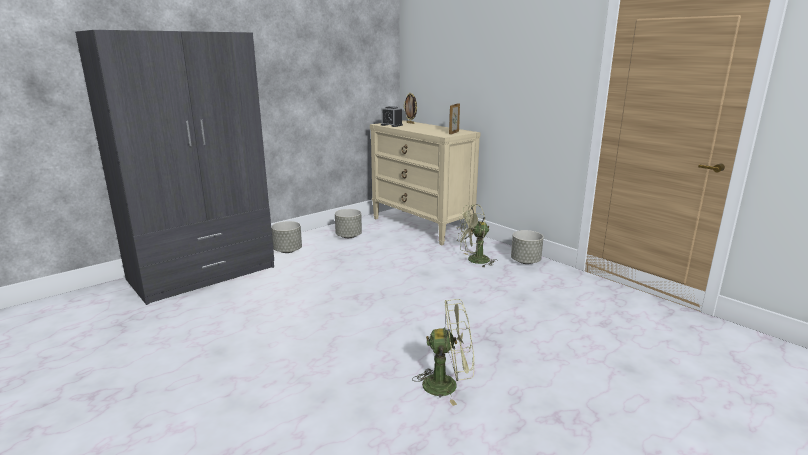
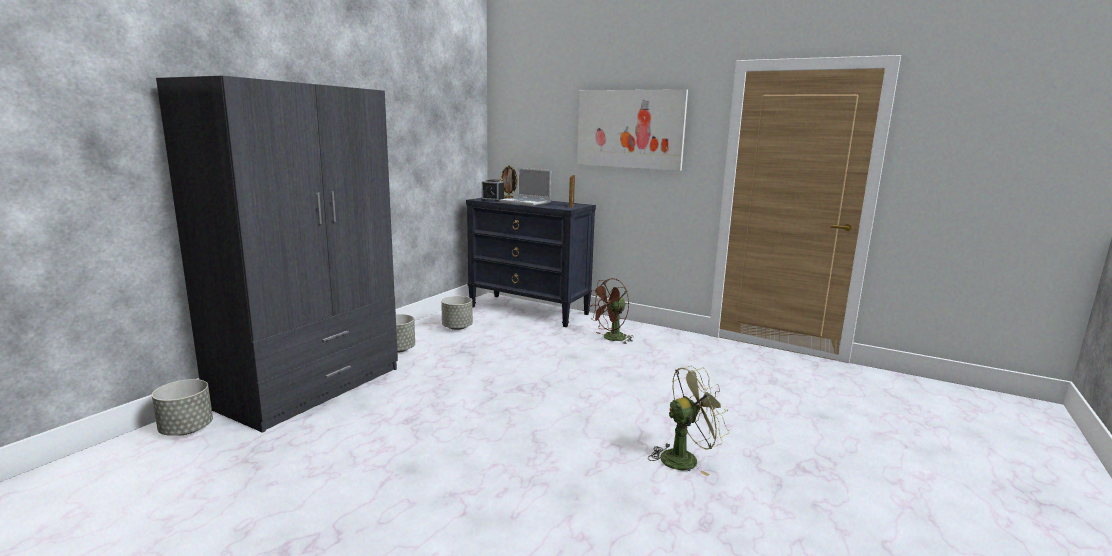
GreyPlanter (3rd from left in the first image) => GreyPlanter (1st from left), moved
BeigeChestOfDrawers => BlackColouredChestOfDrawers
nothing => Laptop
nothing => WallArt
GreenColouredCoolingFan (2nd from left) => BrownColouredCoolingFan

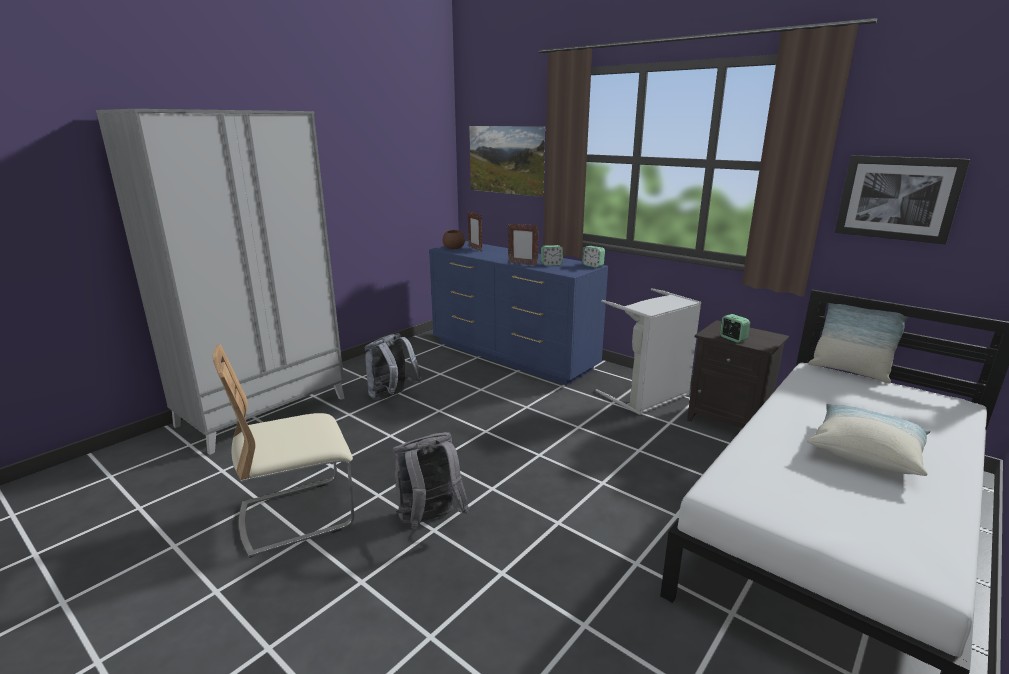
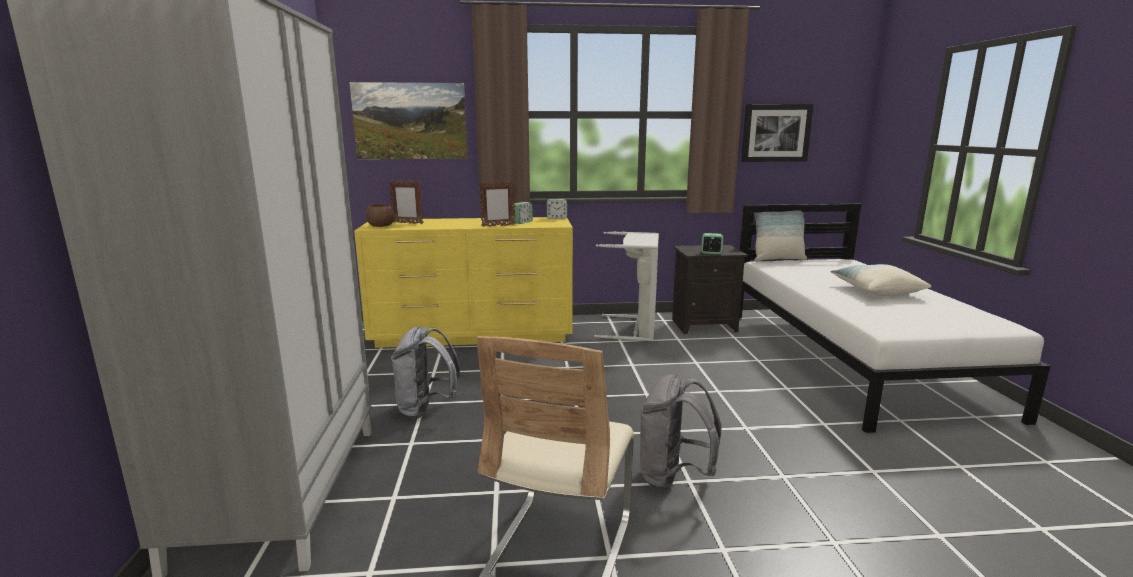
BlueChestOfDrawers => YellowColouredChestOfDrawers

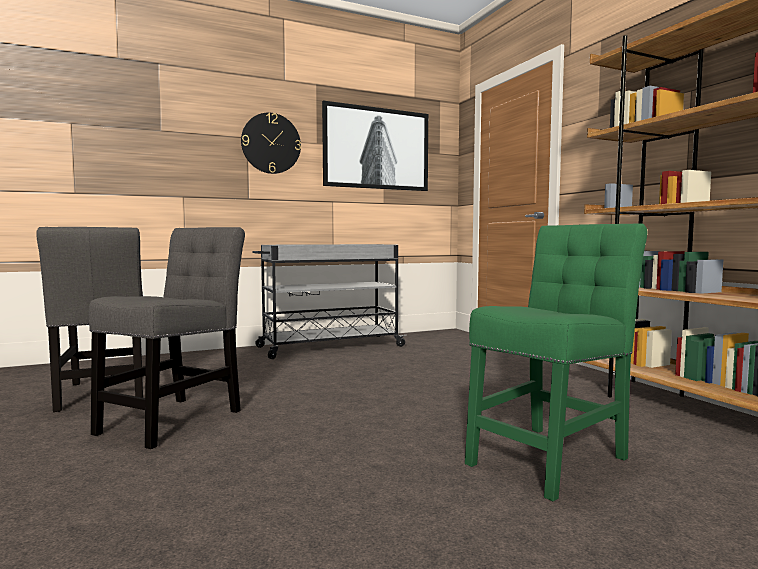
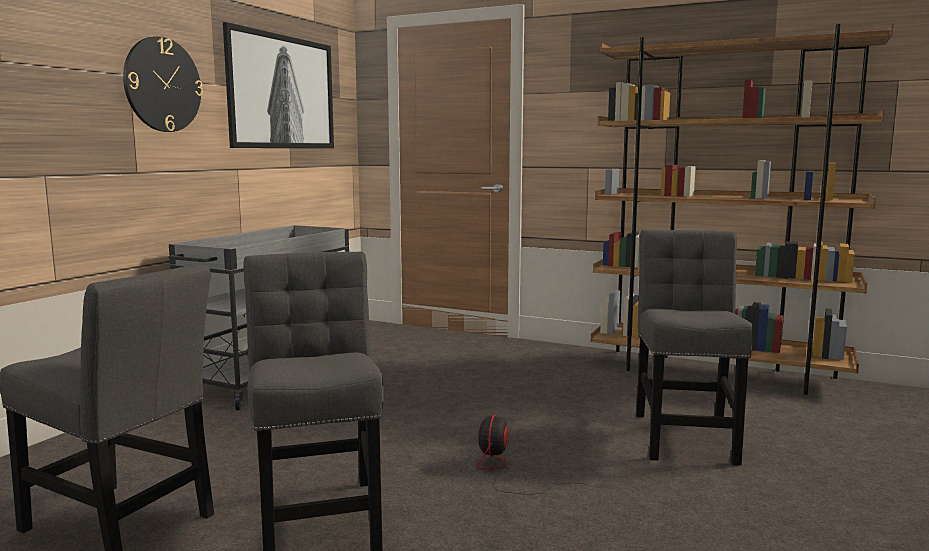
nothing => CoolingFan
GreenColouredUprightChair => GreyUprightChair (3rd from left)

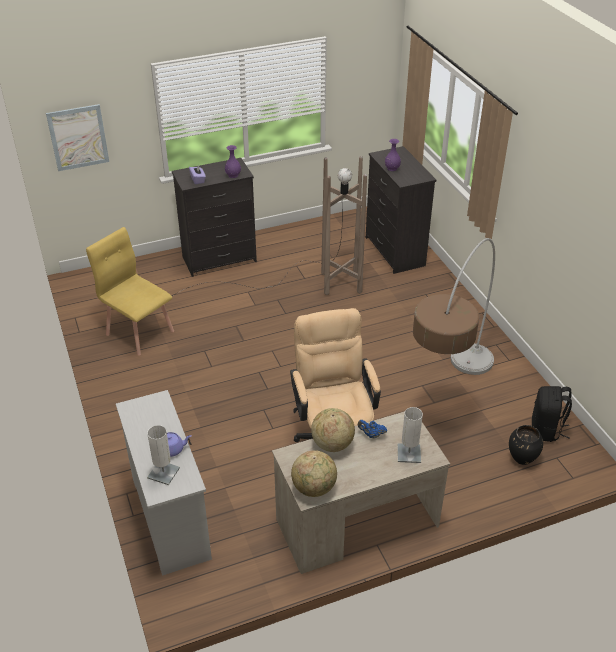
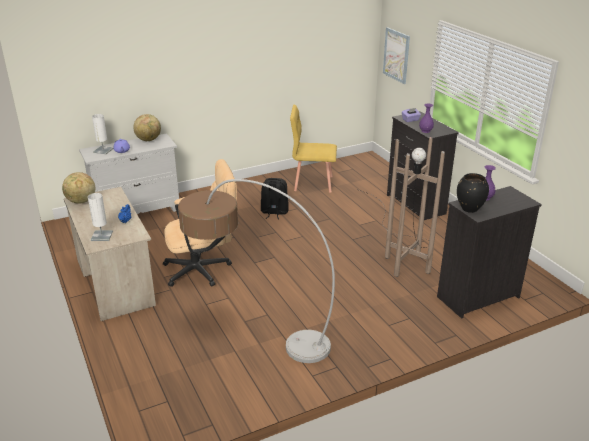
WorldGlobe (2nd from left), moved
BlackColouredKnapsack, moved
YellowColouredUprightChair, 120 degrees counterclockwise
BlackColouredDecorativeVase, moved

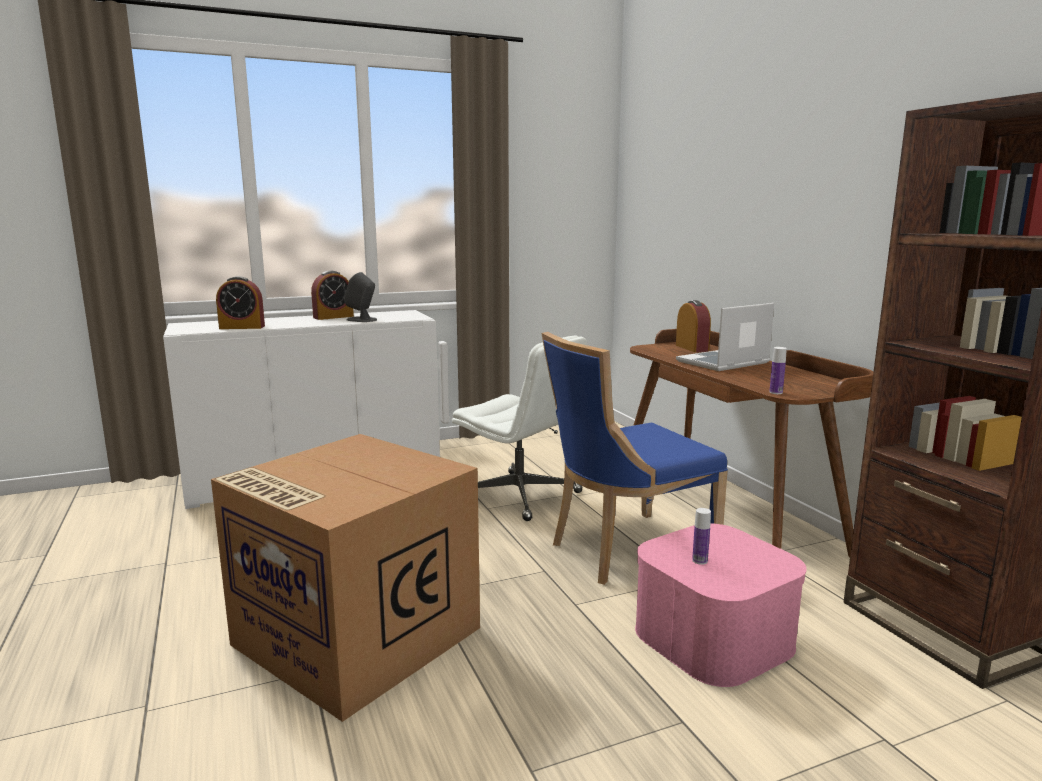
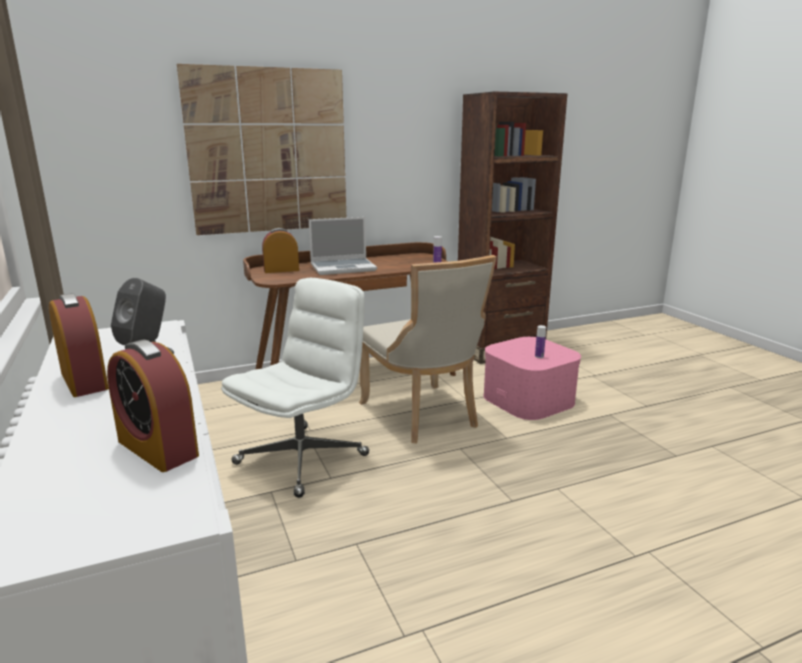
BedsideClock (1st from left in the first image) => BedsideClock (2nd from left), 135 degrees clockwise
nothing => WallArt
Laptop, 75 degrees counterclockwise
BlueUprightChair => BeigeUprightChair
CardboardBox => nothing

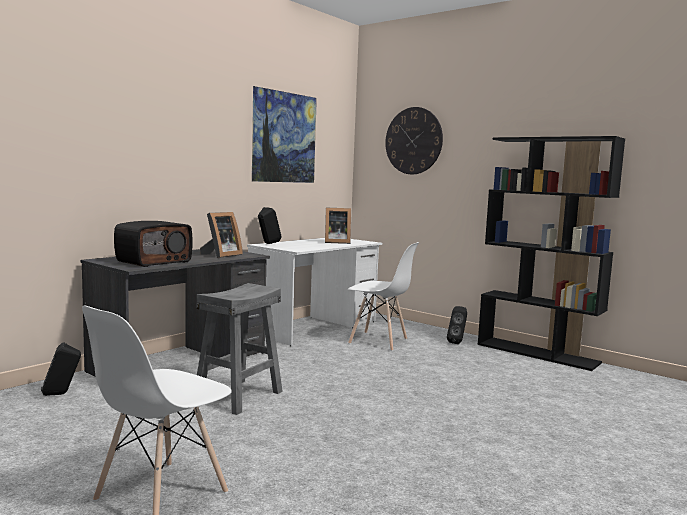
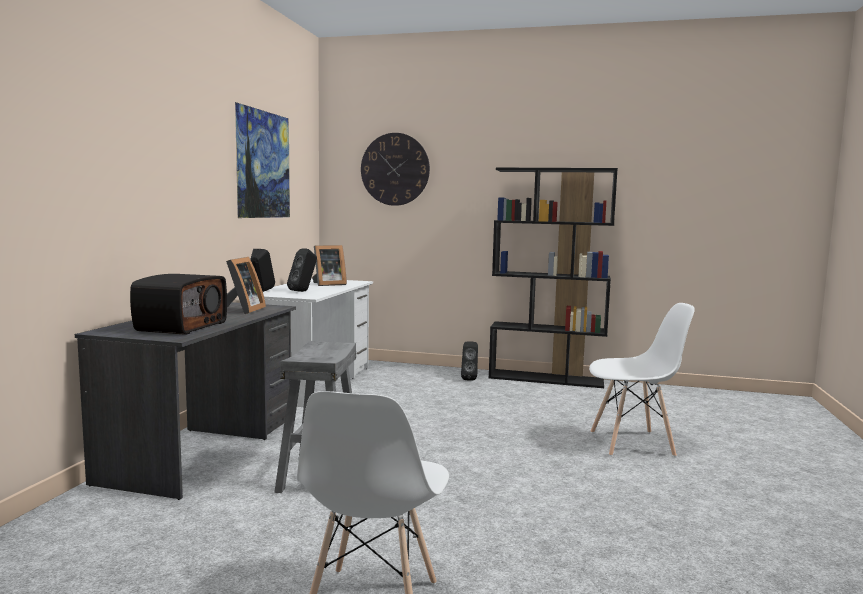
BlackColouredLoudspeaker (1st from left in the first image) => BlackColouredLoudspeaker (2nd from left), moved
WhiteUprightChair (2nd from left), moved

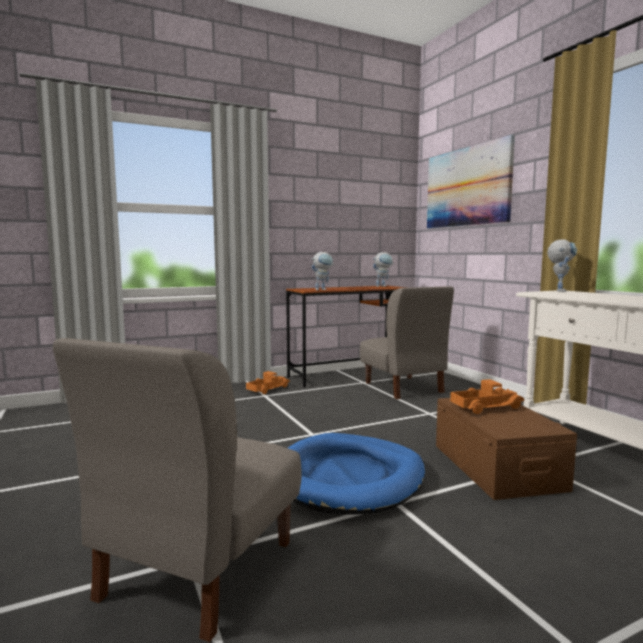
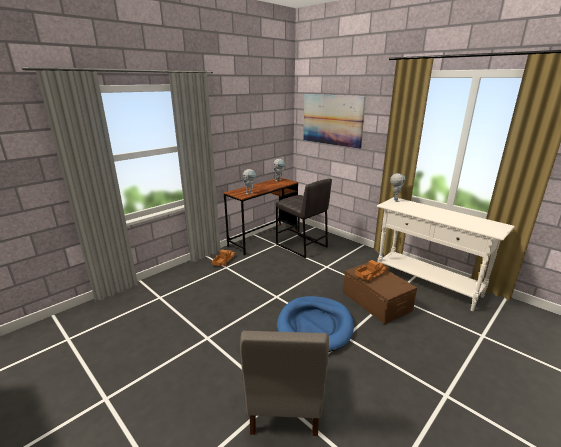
GreyUprightChair (2nd from left) => GreySittingStool

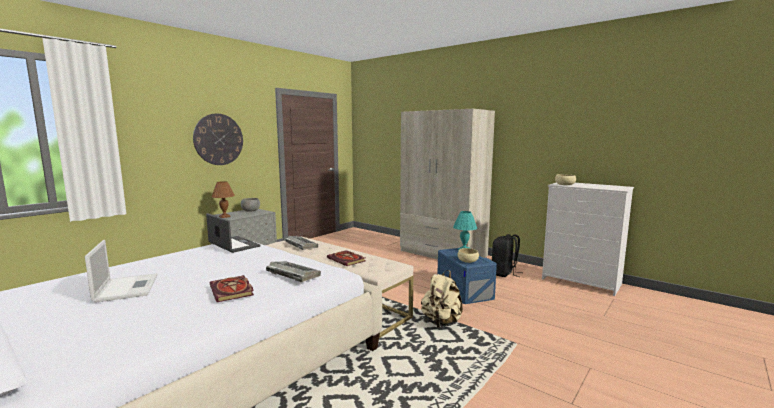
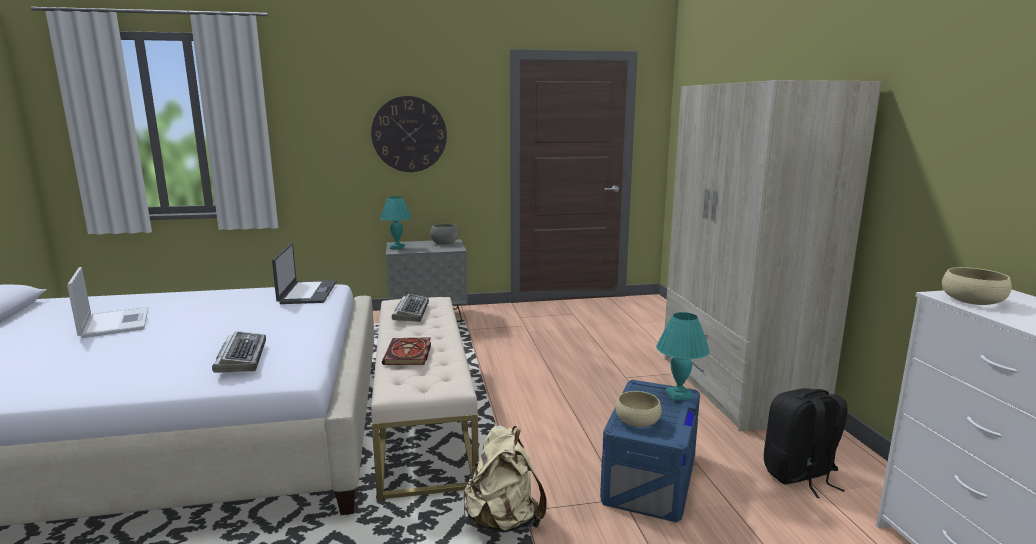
Laptop (1st from left), 45 degrees counterclockwise
BrownColouredLampForATable => TurquoiseColouredLampForATable (1st from left)
Volume (1st from left) => nothing

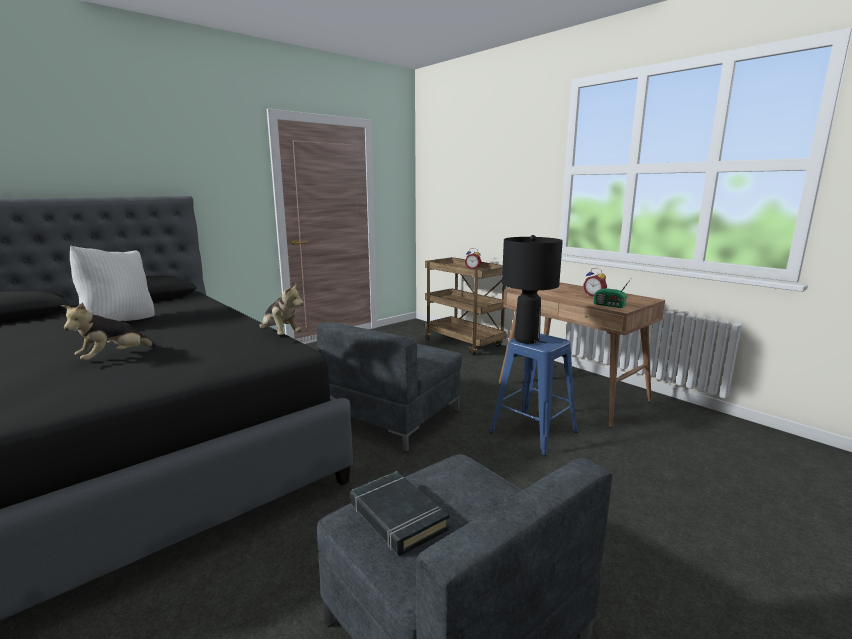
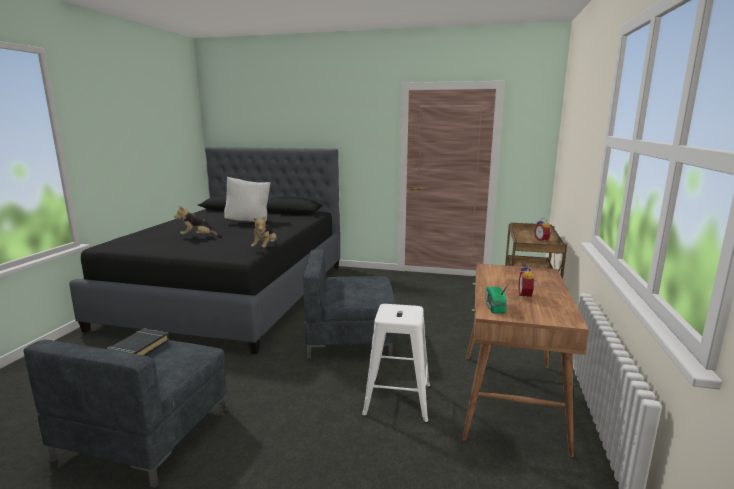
BlueSittingStool => WhiteSittingStool
BlackColouredLampForATable => nothing

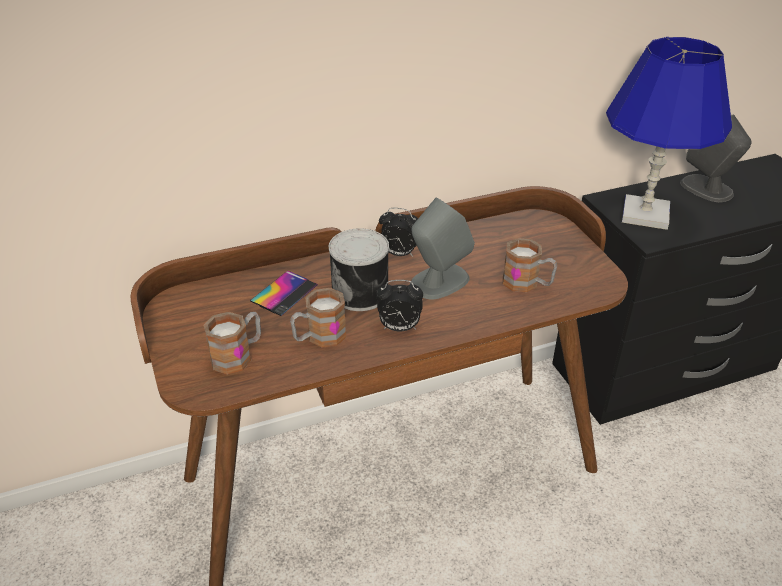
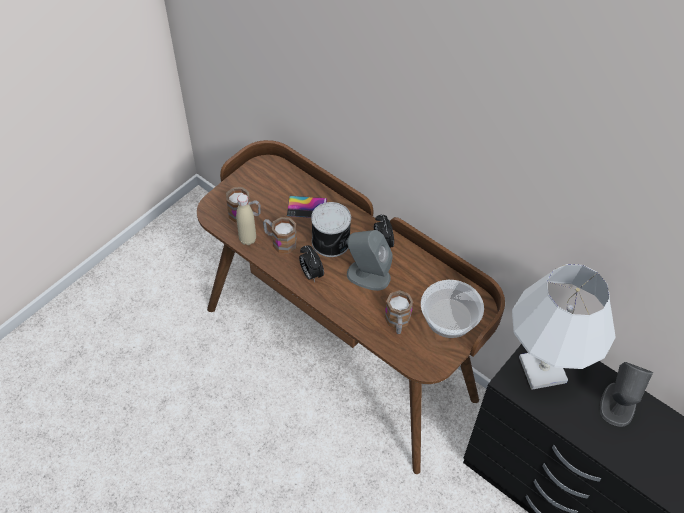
nothing => BeigeDrinkBottle
nothing => DeepDish
BlueLampForATable => WhiteLampForATable

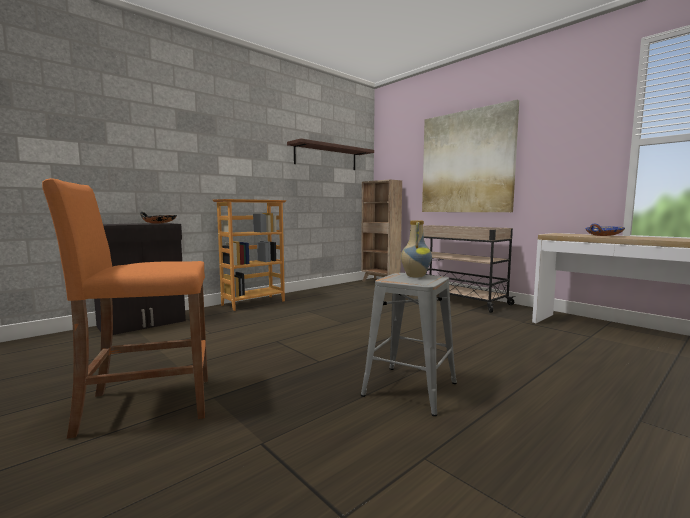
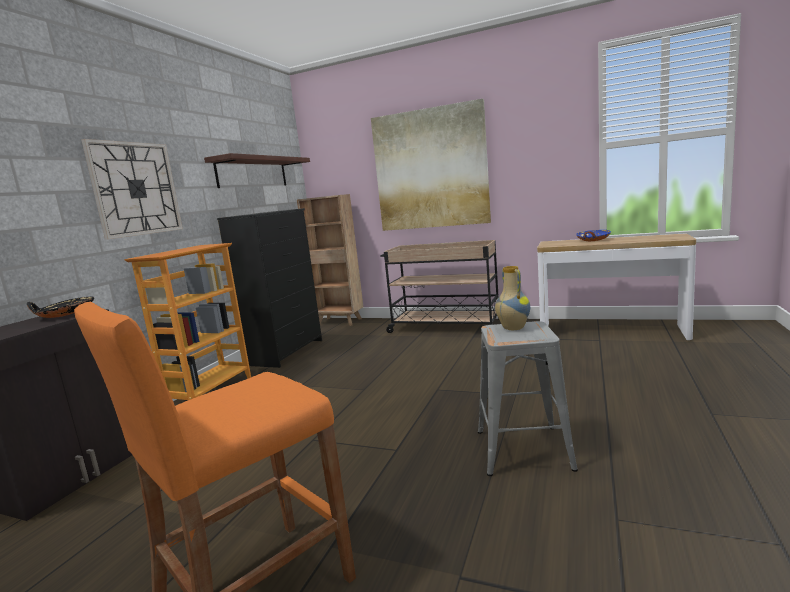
nothing => ClockOnTheWall
nothing => BlackColouredChestOfDrawers

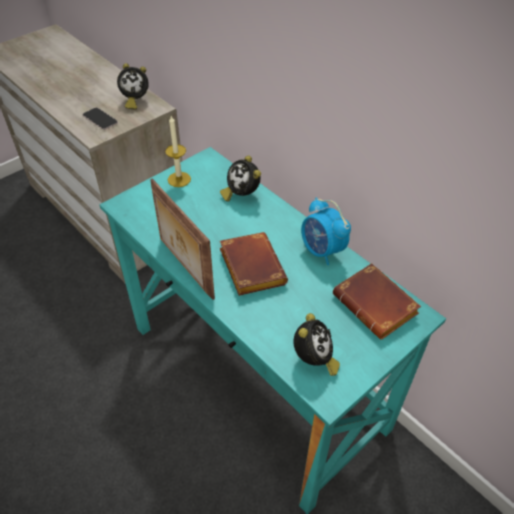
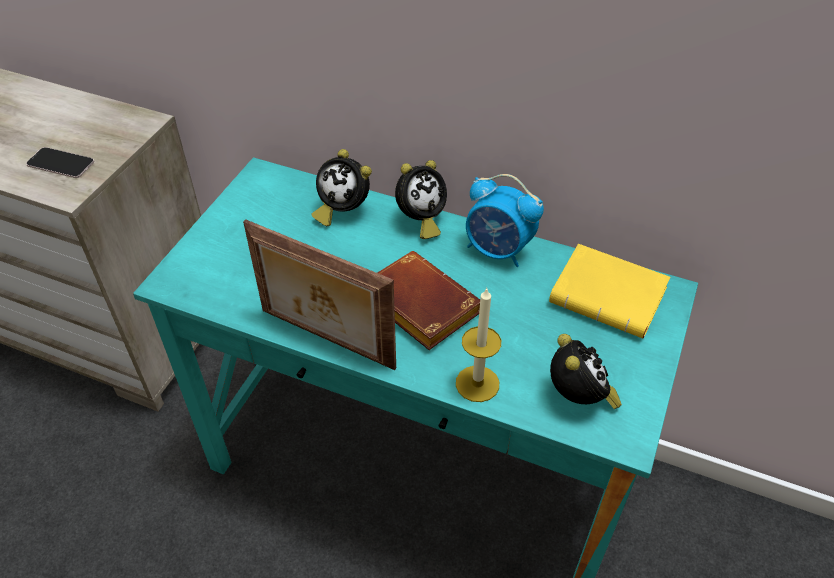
BedsideClock (1st from left in the first image) => BedsideClock (2nd from left), moved
WaxLight, moved
BrownColouredVolume (2nd from left) => YellowColouredVolume

